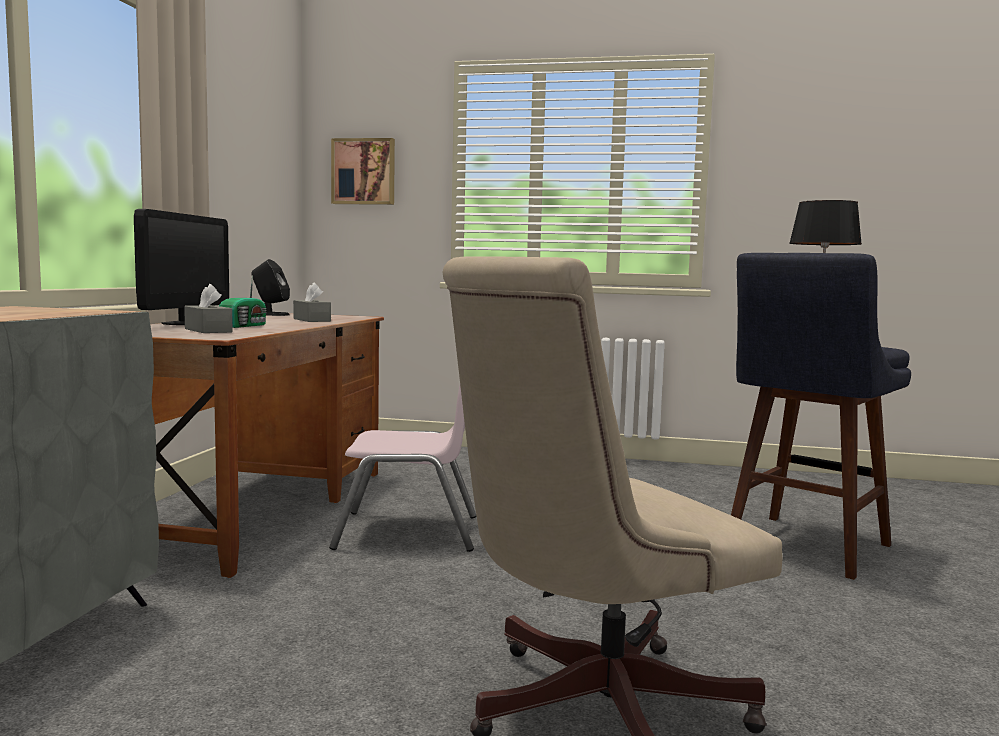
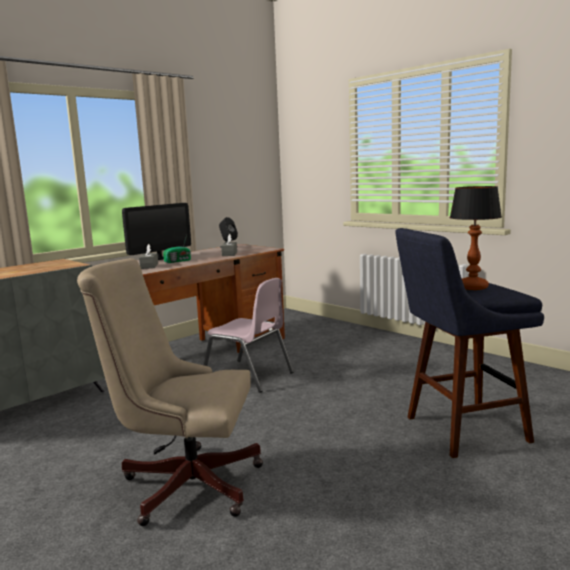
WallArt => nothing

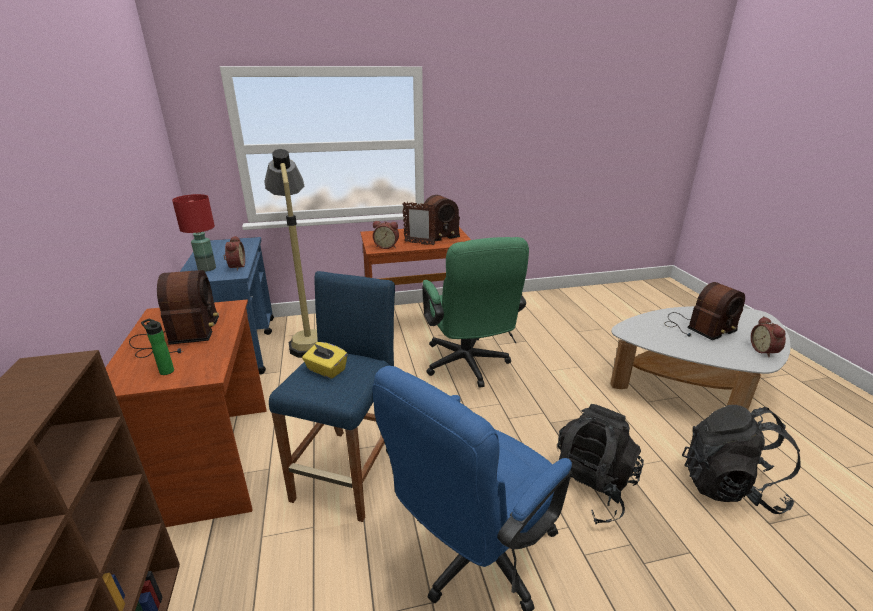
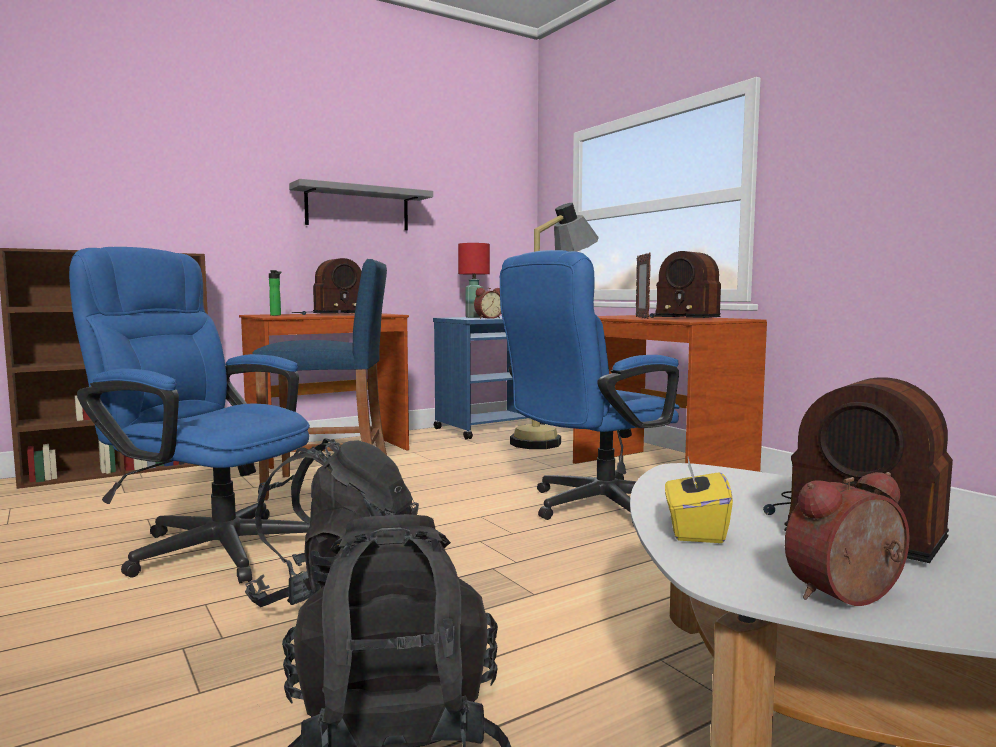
nothing => GreyBracketShelf
GreenColouredOfficeChair => BlueOfficeChair (2nd from left)
YellowColouredTissueHolder, moved
BedsideClock (2nd from left) => nothing

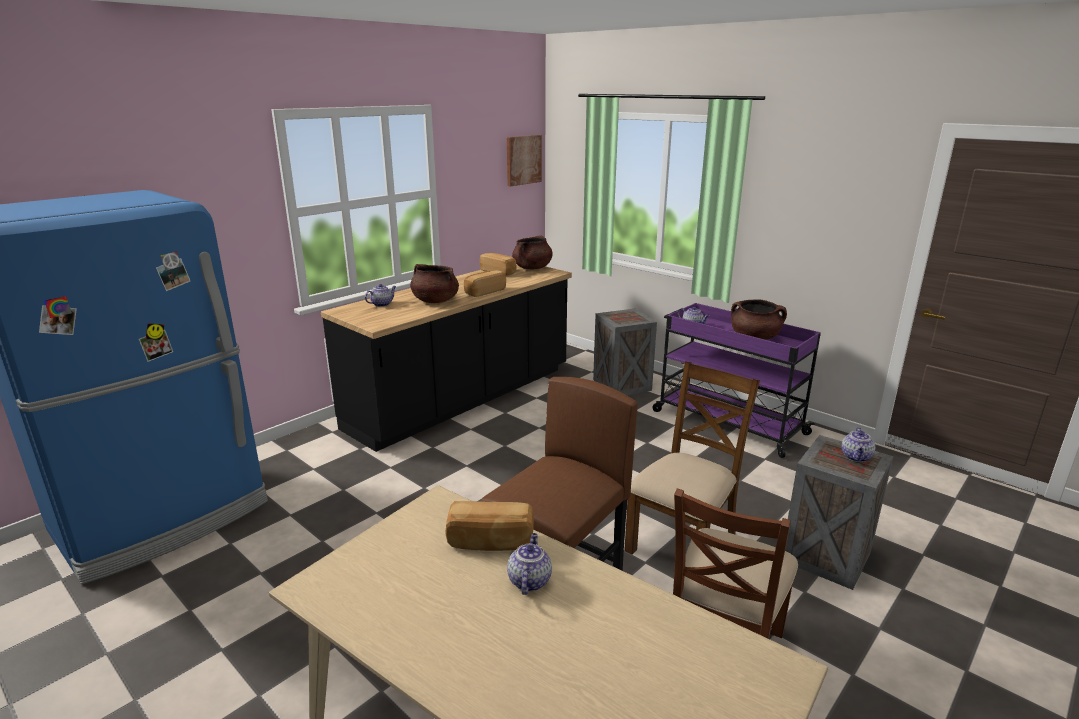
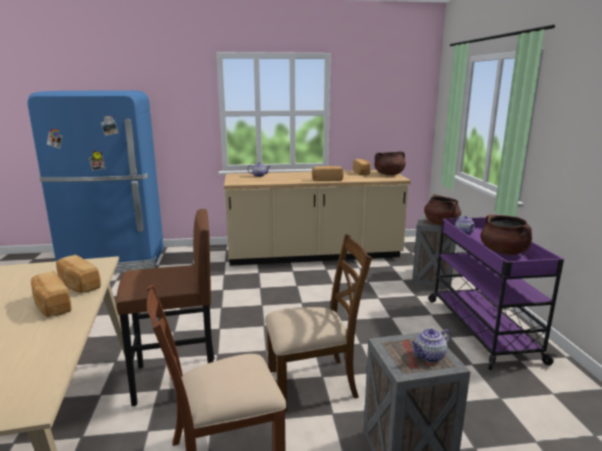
TeaPot (2nd from left) => BakedBread (1st from left)
BlackColouredCounter => BeigeCounter
BrownColouredCookingPot (1st from left in the first image) => BrownColouredCookingPot (2nd from left), moved
WallArt => nothing

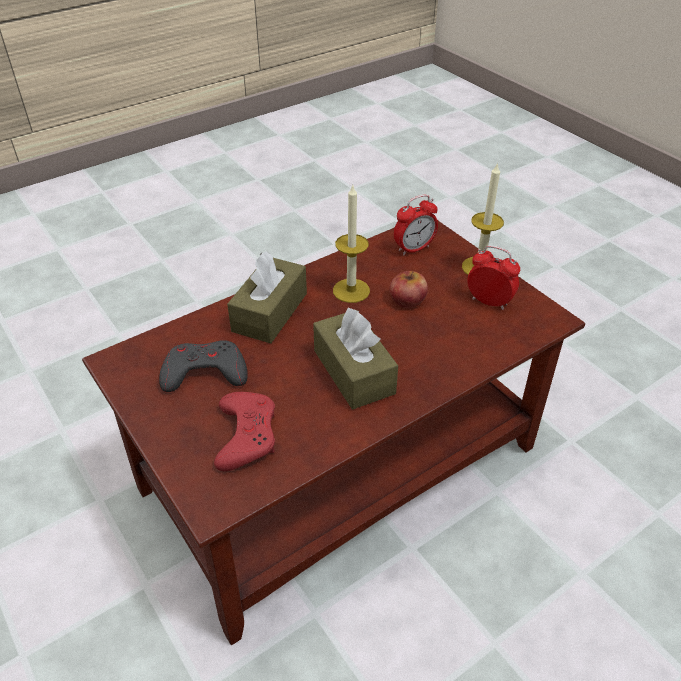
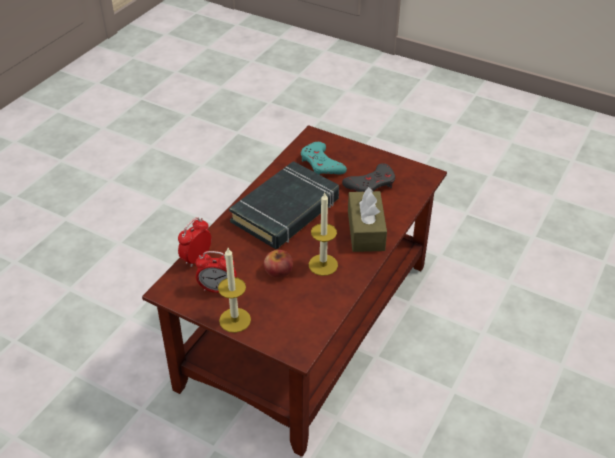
BedsideClock (1st from left), moved
BrownColouredTissueHolder (2nd from left) => BlackColouredVolume
RedGameController => TurquoiseColouredGameController

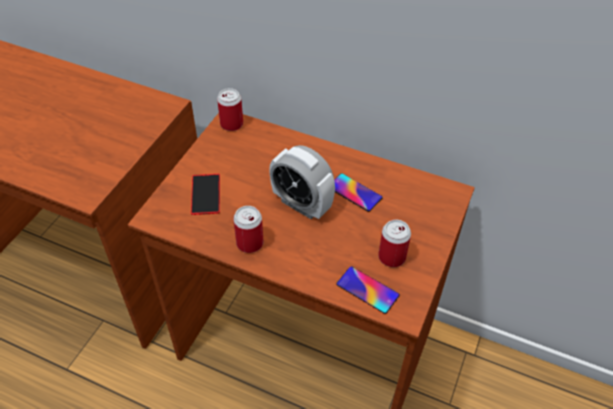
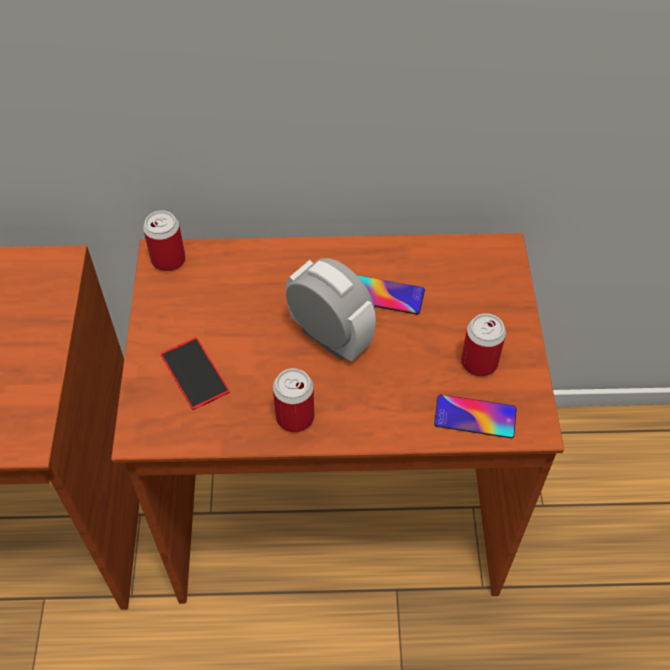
BedsideClock, 150 degrees counterclockwise

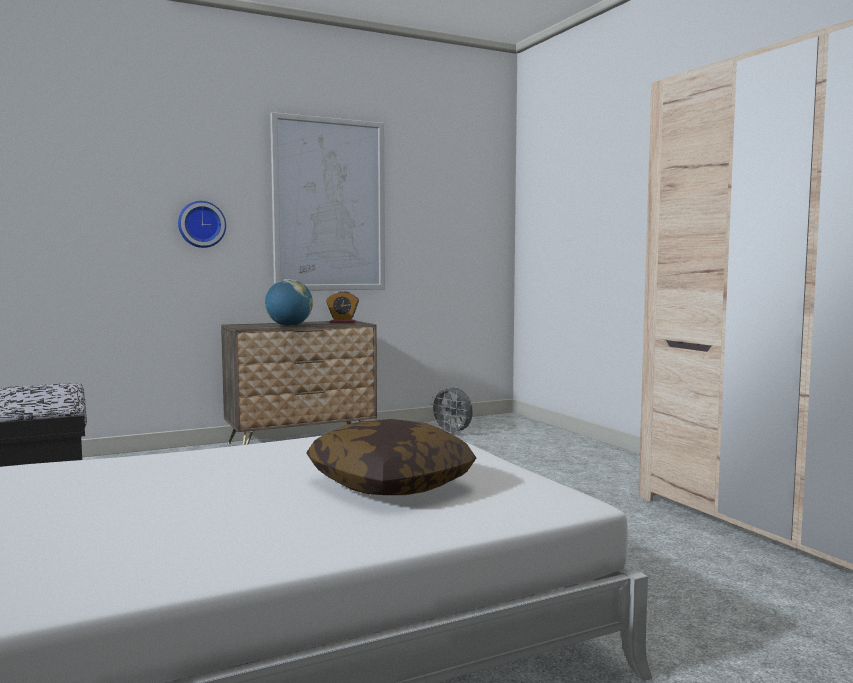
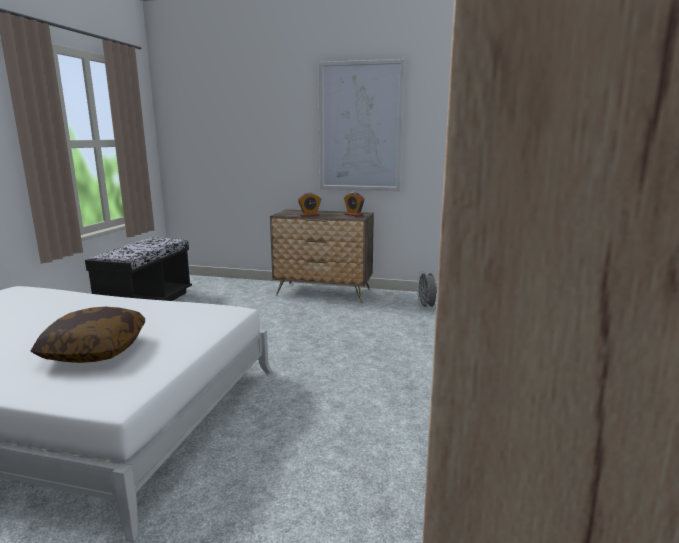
WorldGlobe => BedsideClock (1st from left)
ClockOnTheWall => nothing

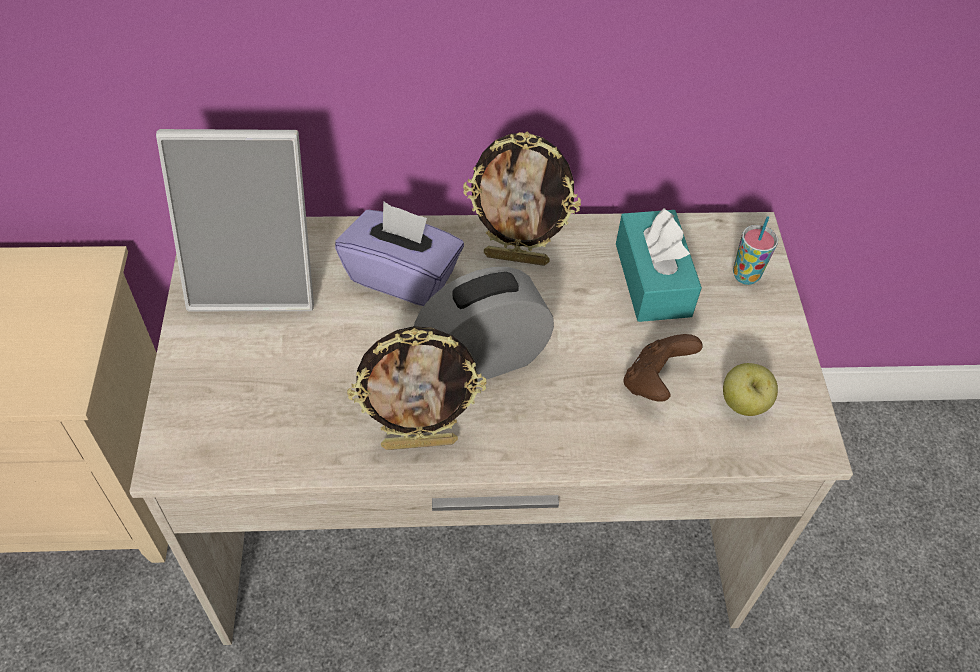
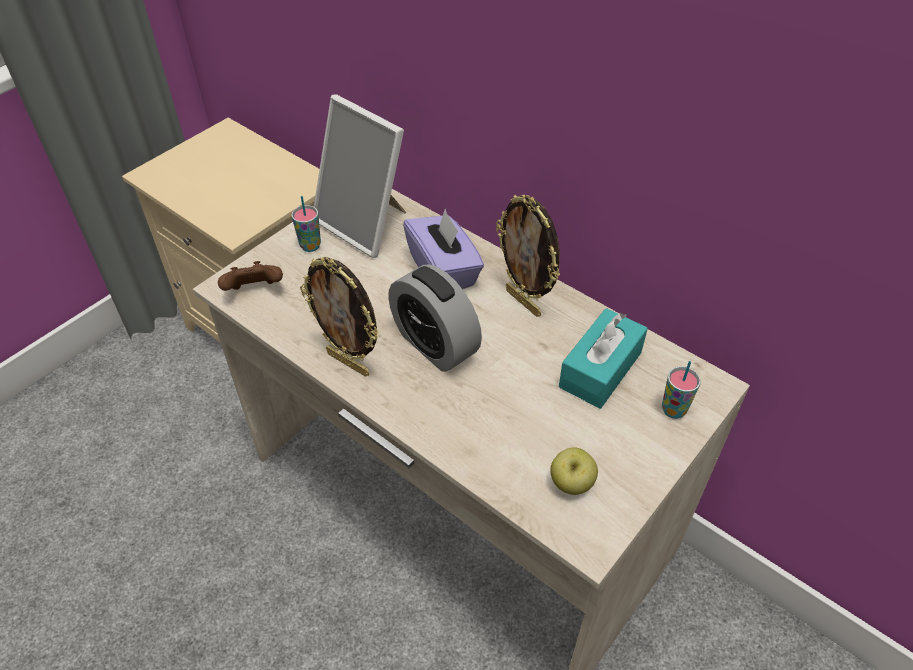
BrownColouredGameController, moved
nothing => DrinkingCup (1st from left)
BedsideClock, 150 degrees counterclockwise

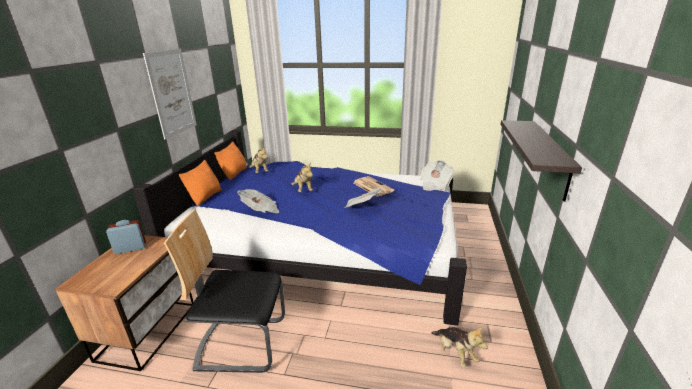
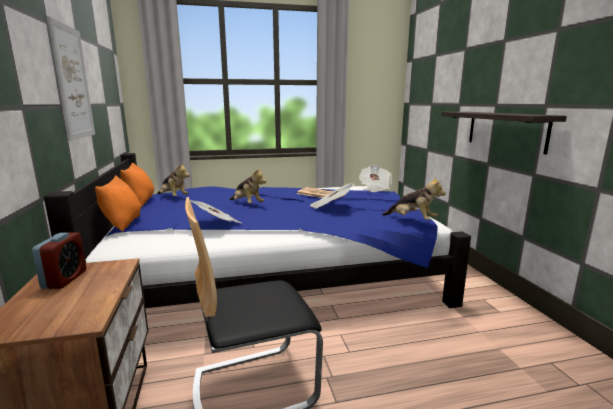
BedsideClock, 135 degrees clockwise
PlushToy (3rd from left), moved

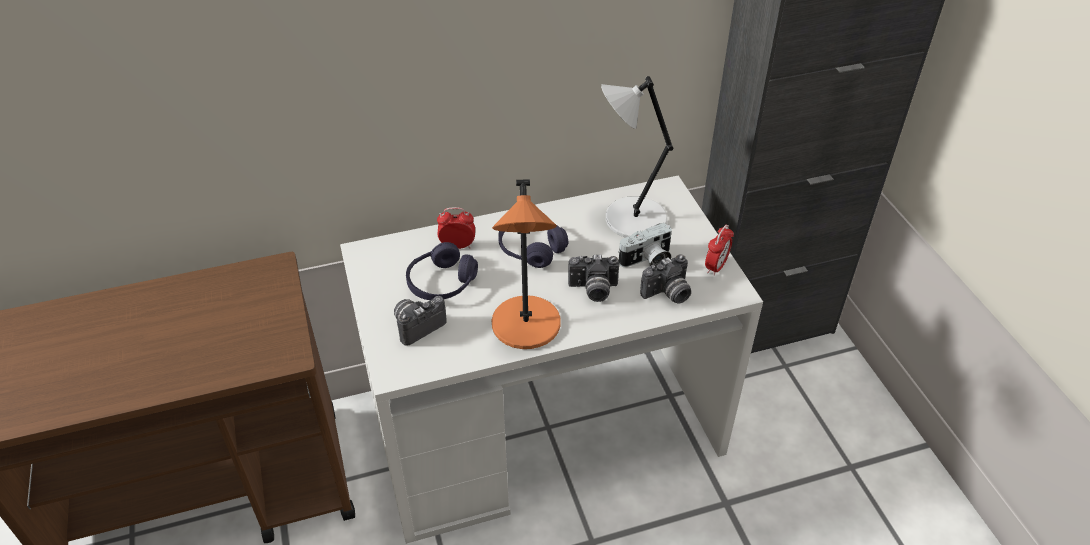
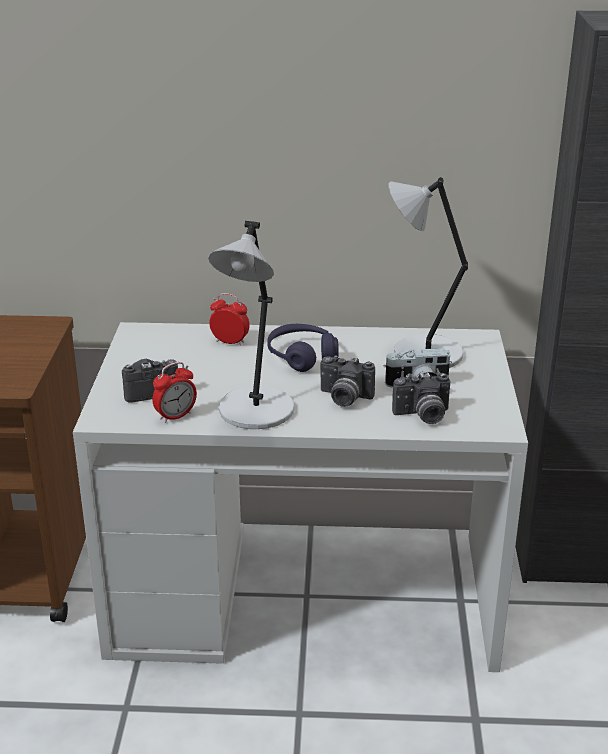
BedsideClock (2nd from left in the first image) => BedsideClock (1st from left), moved
OrangeLampForATable => GreyLampForATable (1st from left)
PurpleHeadset (1st from left) => nothing

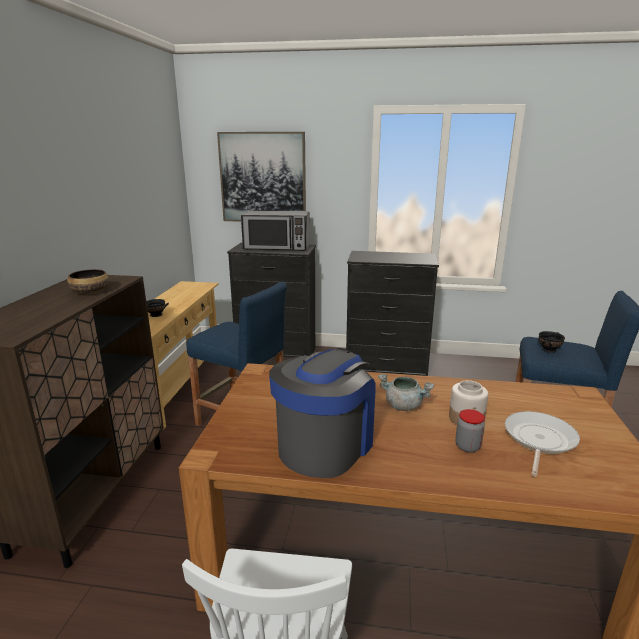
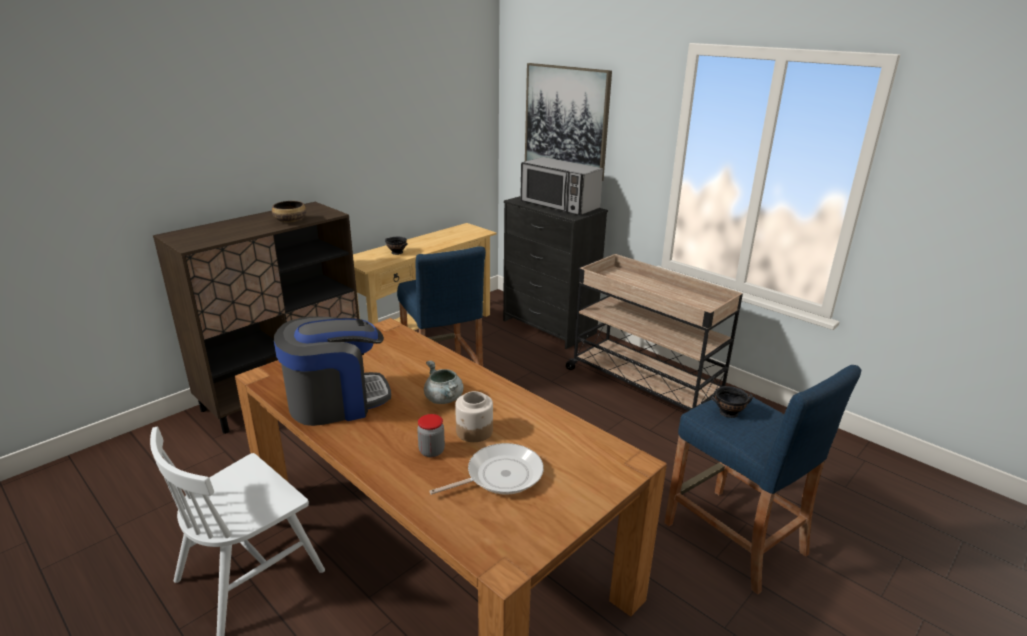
BlackColouredChestOfDrawers (2nd from left) => BeigeTrolley

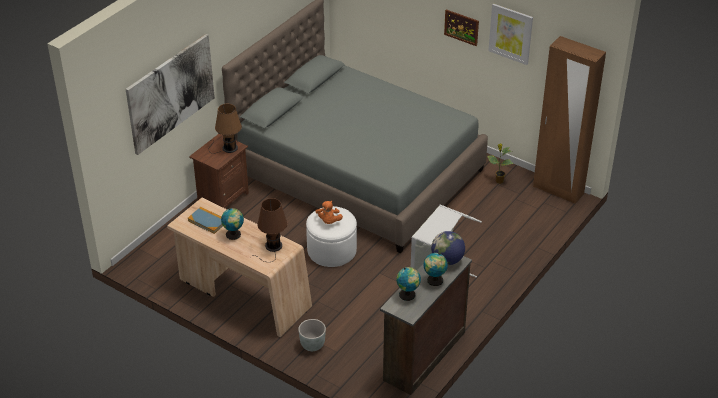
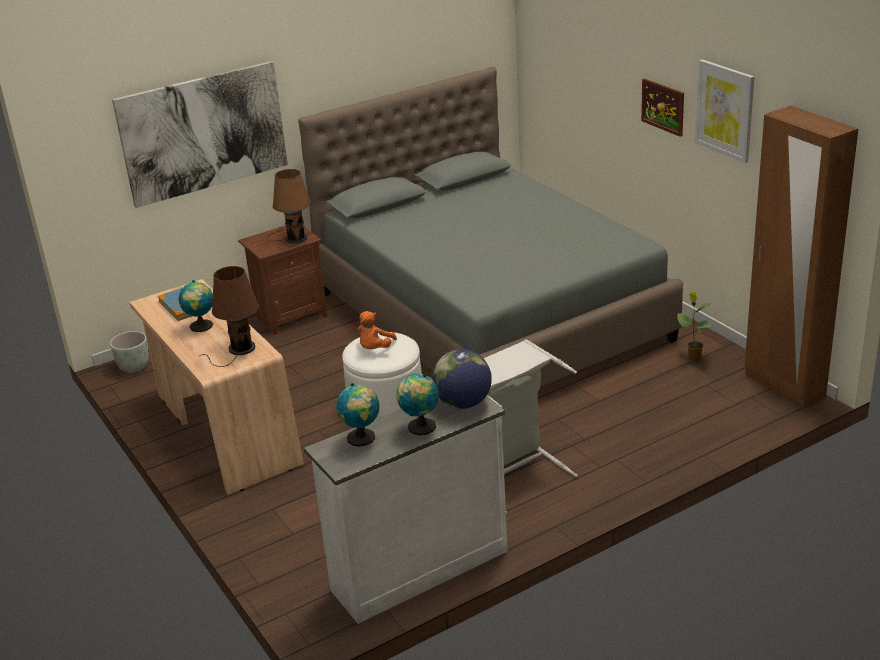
GreyPlanter, moved
BrownColouredChestOfDrawers => WhiteChestOfDrawers

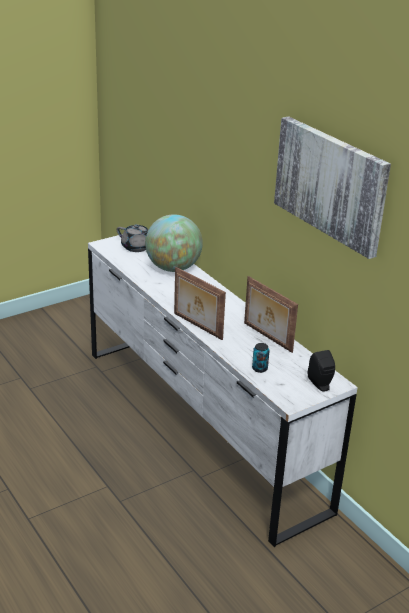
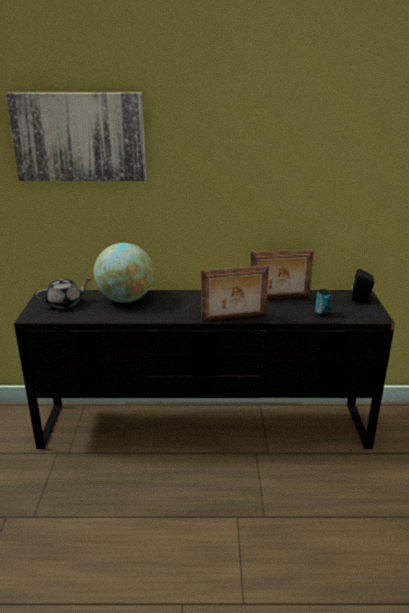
WallArt, moved
WhiteChestOfDrawers => BlackColouredChestOfDrawers

